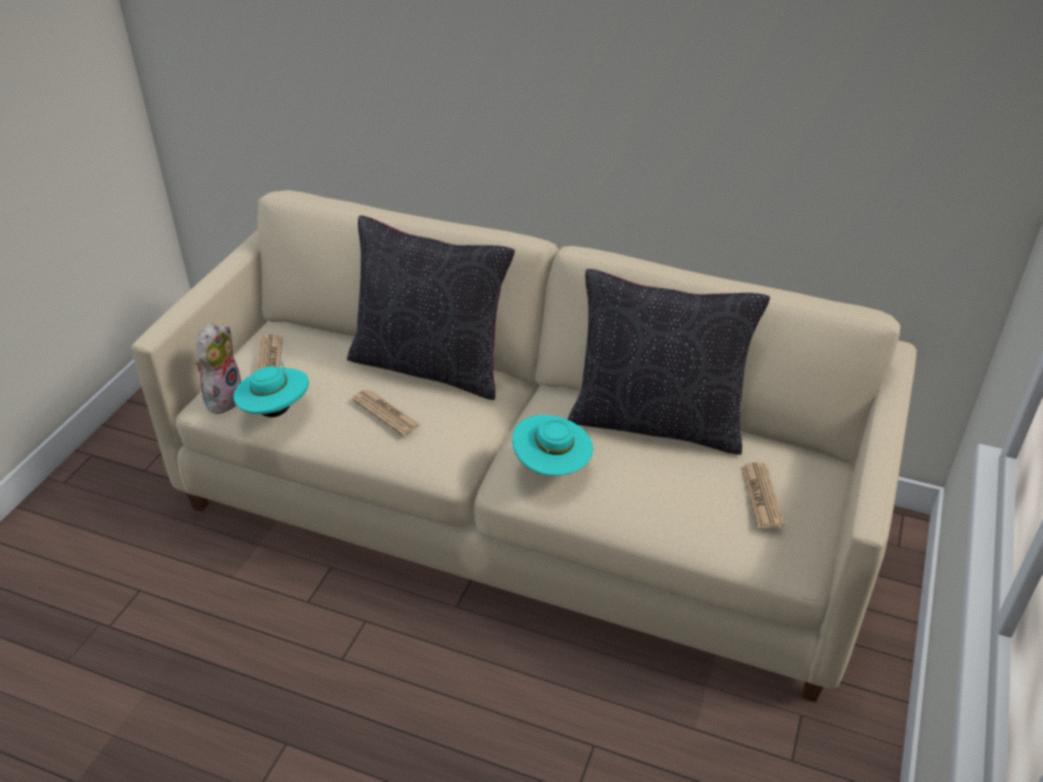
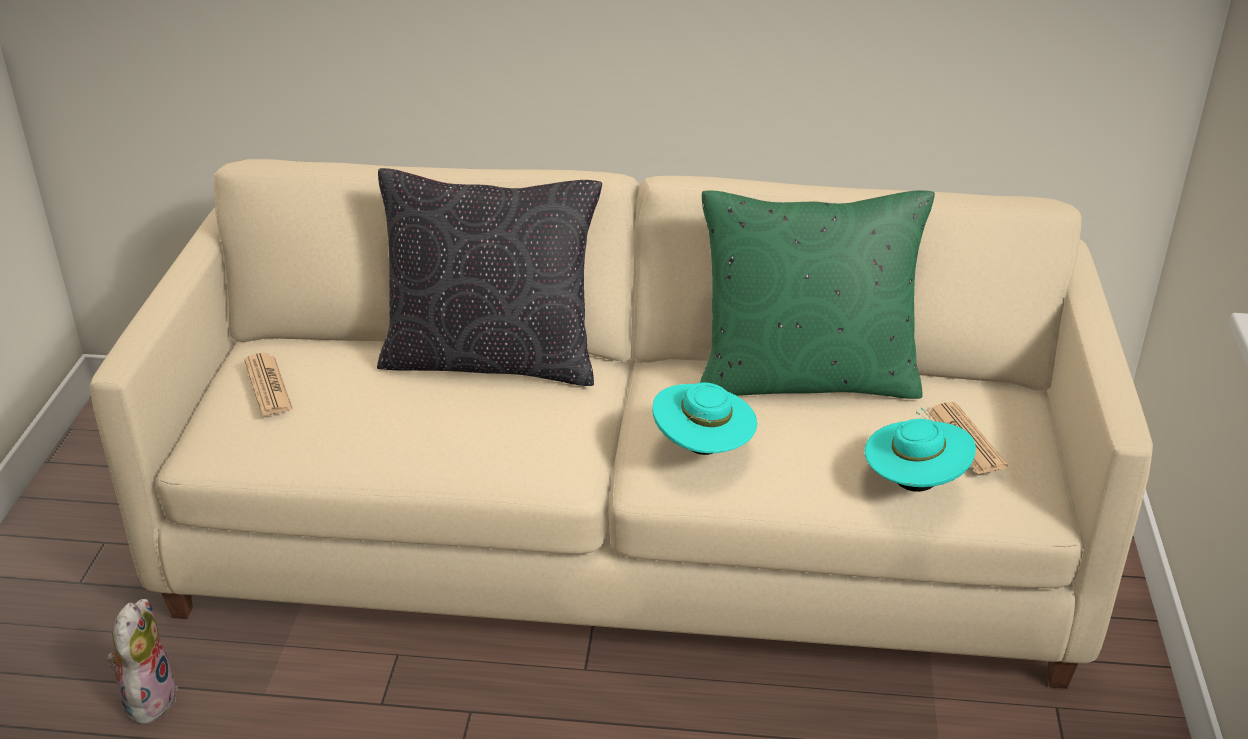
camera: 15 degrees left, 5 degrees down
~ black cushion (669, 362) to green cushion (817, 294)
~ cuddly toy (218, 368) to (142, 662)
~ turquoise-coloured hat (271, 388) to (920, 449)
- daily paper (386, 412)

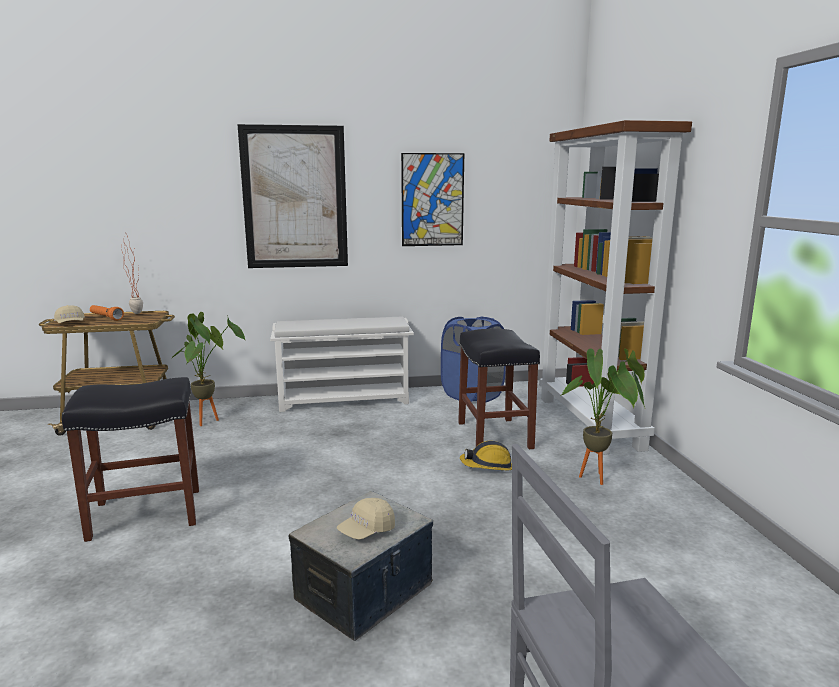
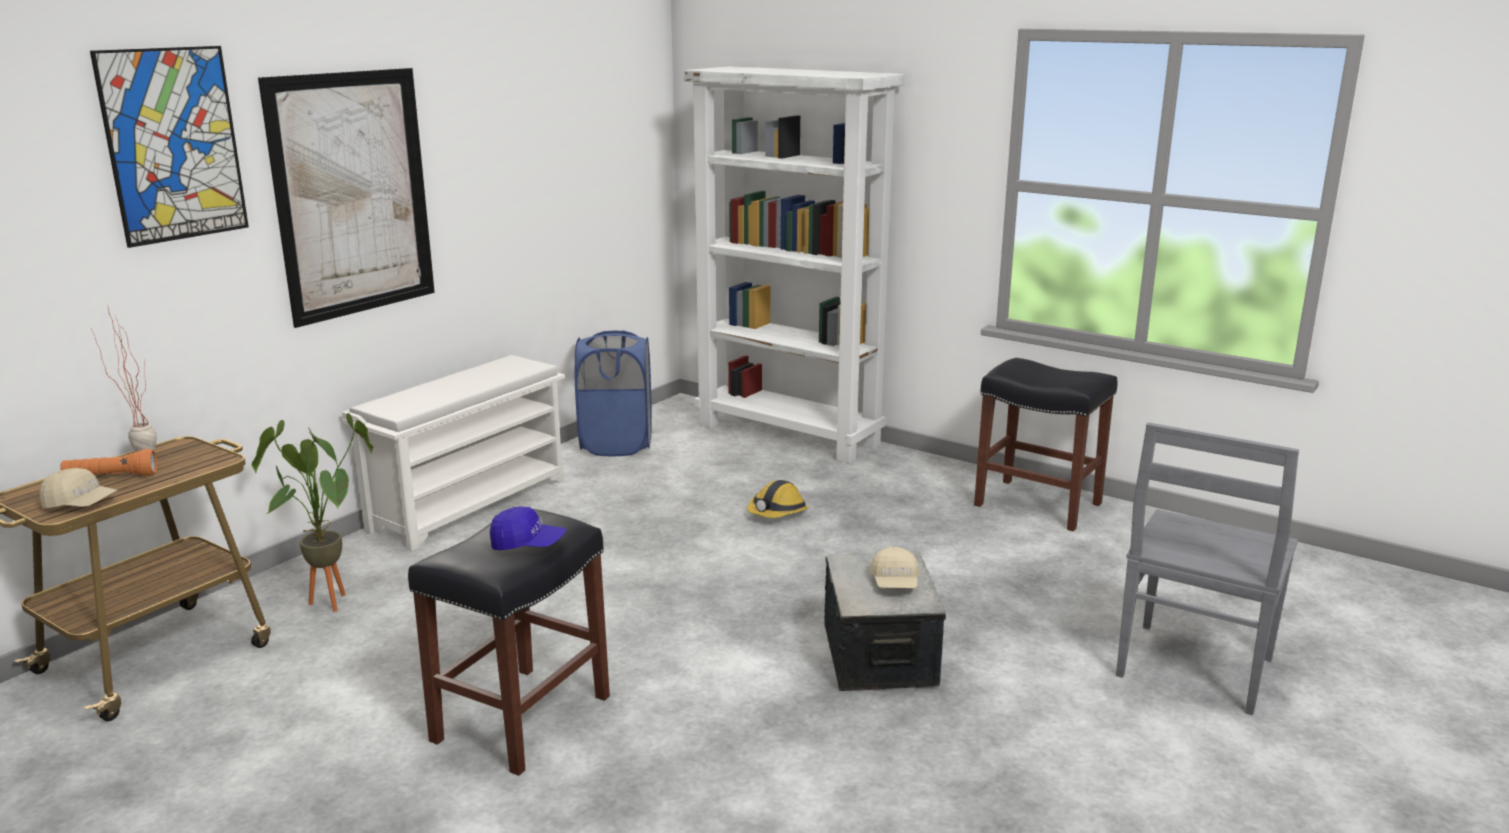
camera: 45 degrees left, 5 degrees up
~ brownish bookshelf (615, 287) to white bookshelf (794, 265)
~ wall art (432, 199) to (169, 147)
~ black stool seat (499, 389) to (1046, 444)
- houseplant (602, 417)
+ blue-coloured cap (528, 528)

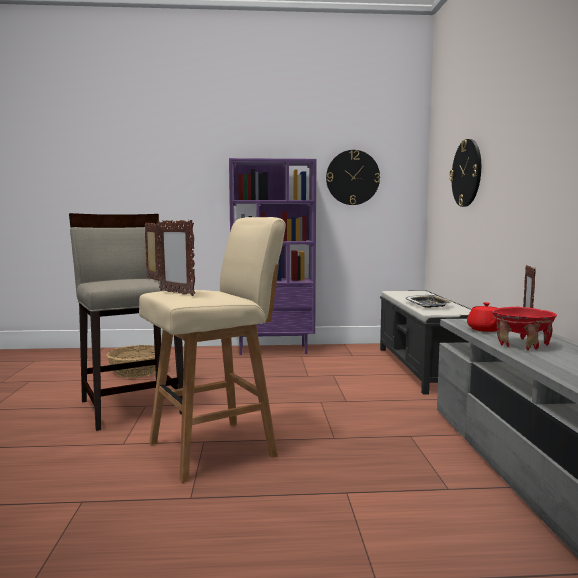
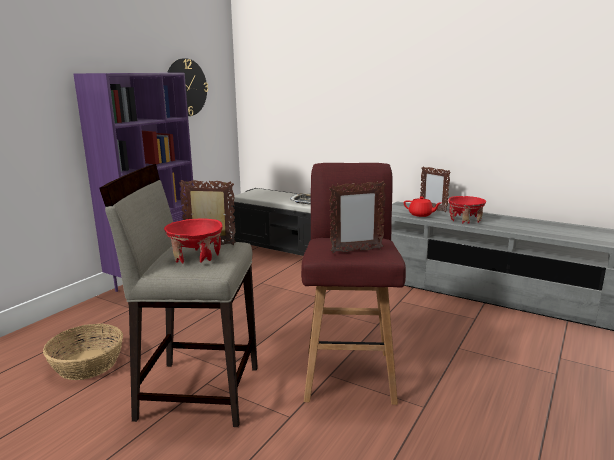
camera: 55 degrees left, 10 degrees up
- hanging clock (465, 173)
~ sand-coloured stool seat (212, 350) to reddish stool seat (353, 284)
+ reddish deep dish (193, 241)

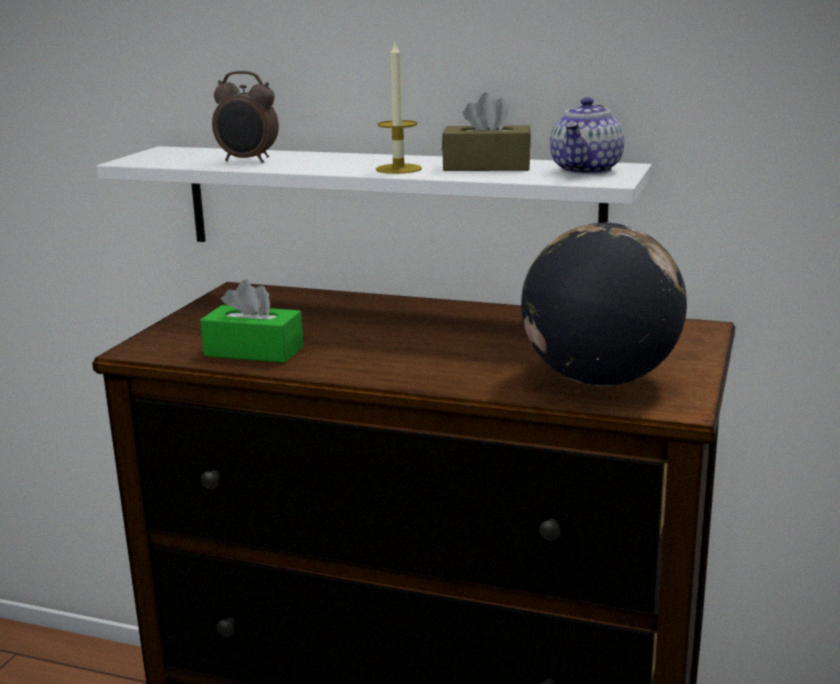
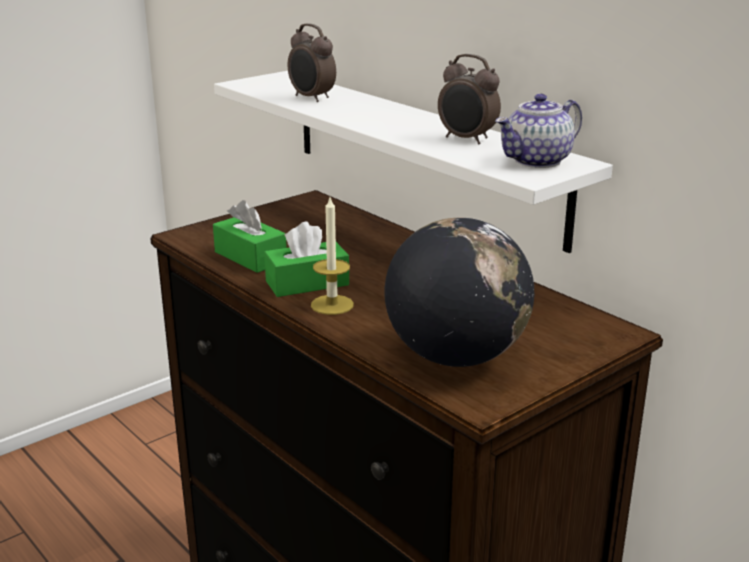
camera: 30 degrees right, 5 degrees up
~ wax candle (399, 107) to (332, 256)
~ brownish tissue box (486, 131) to alarm clock (469, 99)
+ green tissue box (306, 259)

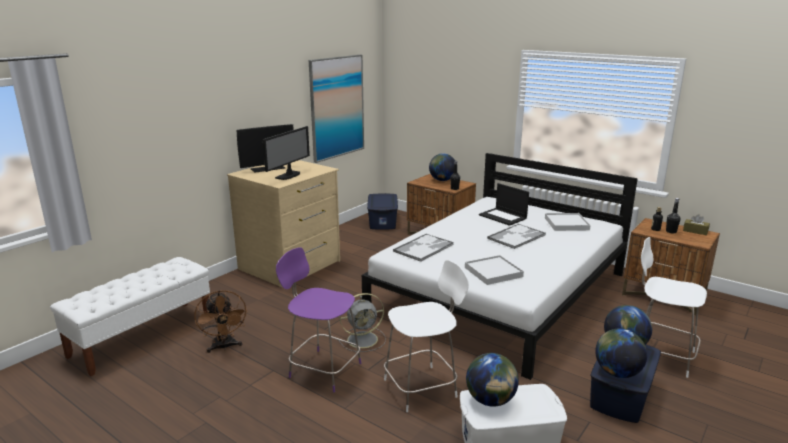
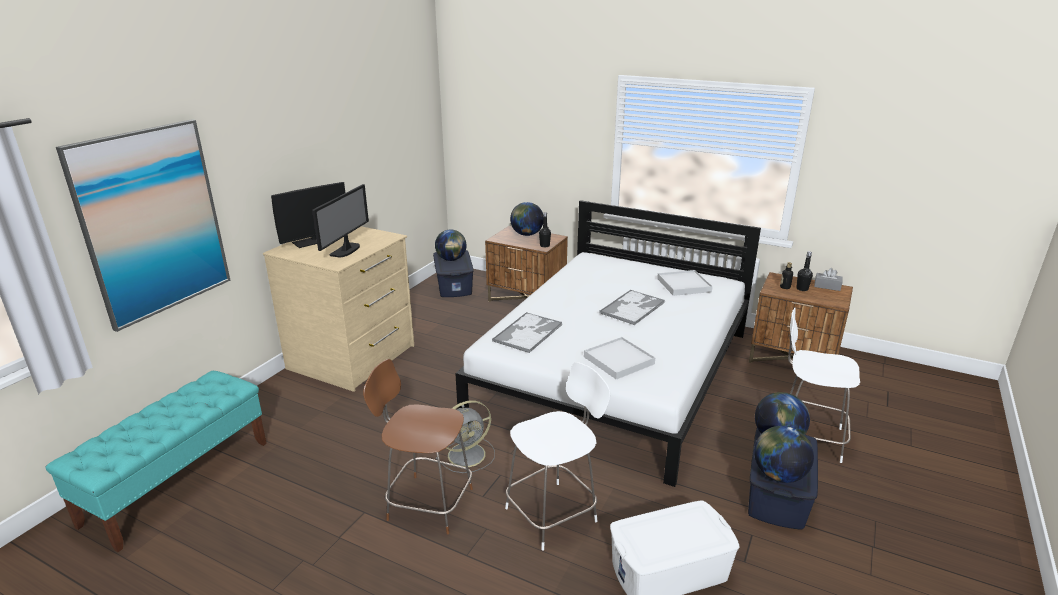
camera: 10 degrees left, 5 degrees up
~ wall art (336, 109) to (143, 225)
- notebook computer (504, 204)
~ brownish tissue box (696, 224) to greyish tissue box (828, 279)
~ purple upright chair (318, 320) to brownish upright chair (418, 447)
~ white bench (130, 316) to turquoise-coloured bench (156, 461)
- brownish fan (220, 321)
~ world globe (492, 380) to (450, 245)

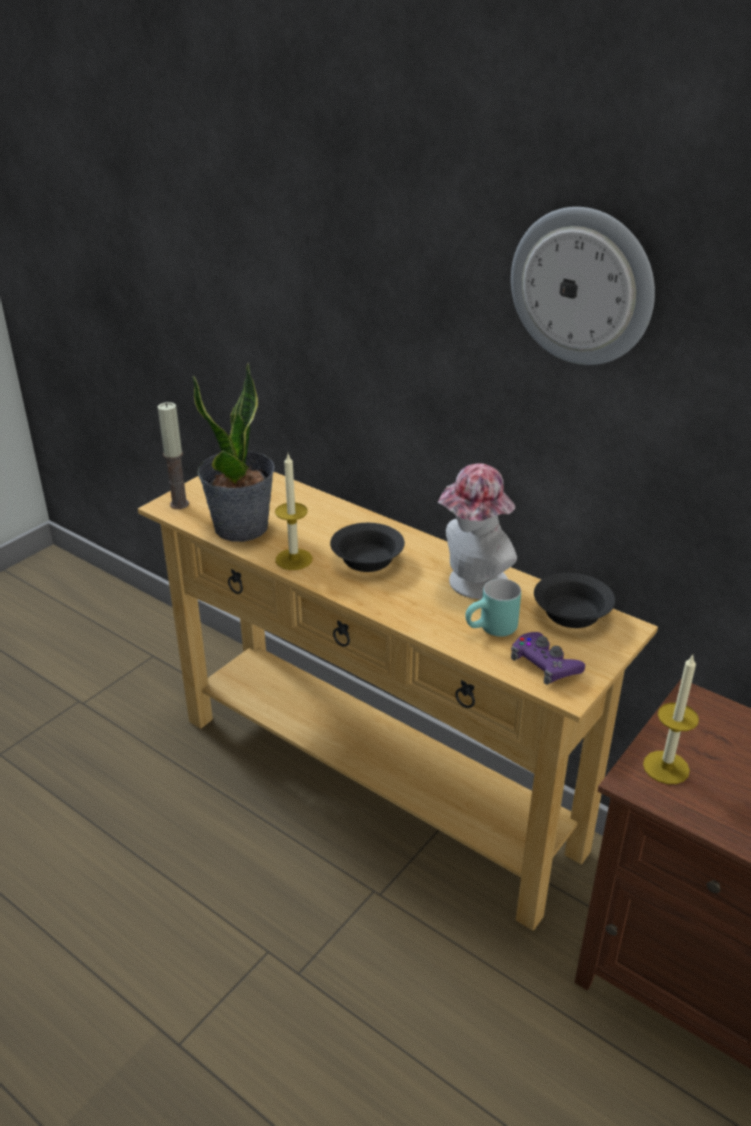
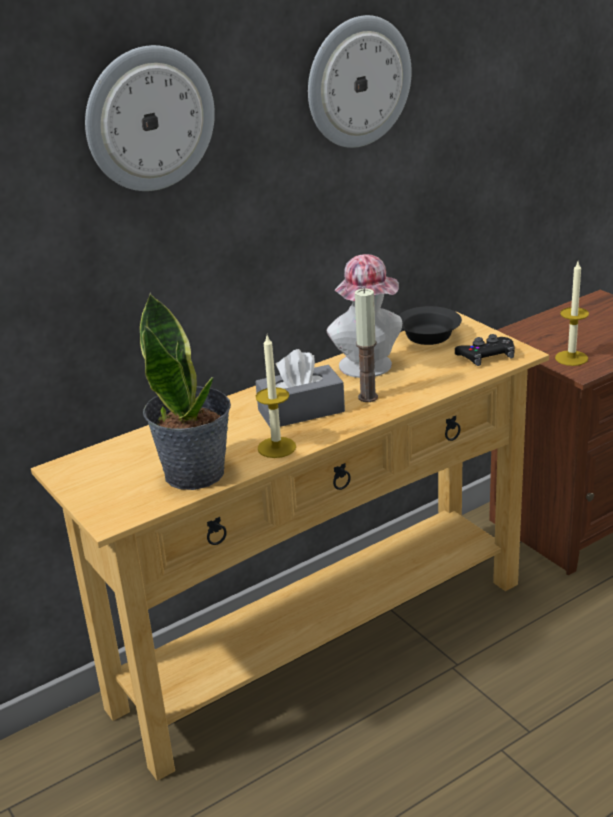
camera: 70 degrees left, 5 degrees down
~ wax candle (173, 455) to (366, 345)
~ black deep dish (367, 547) to greyish tissue box (300, 388)
- turquoise-coloured mug (493, 607)
~ purple joypad (548, 658) to black joypad (485, 350)
+ hanging clock (150, 118)

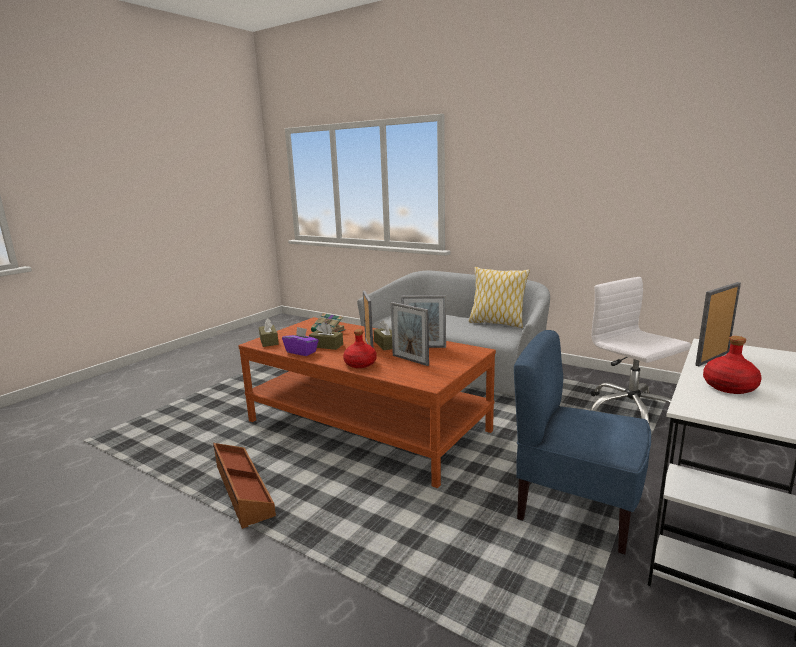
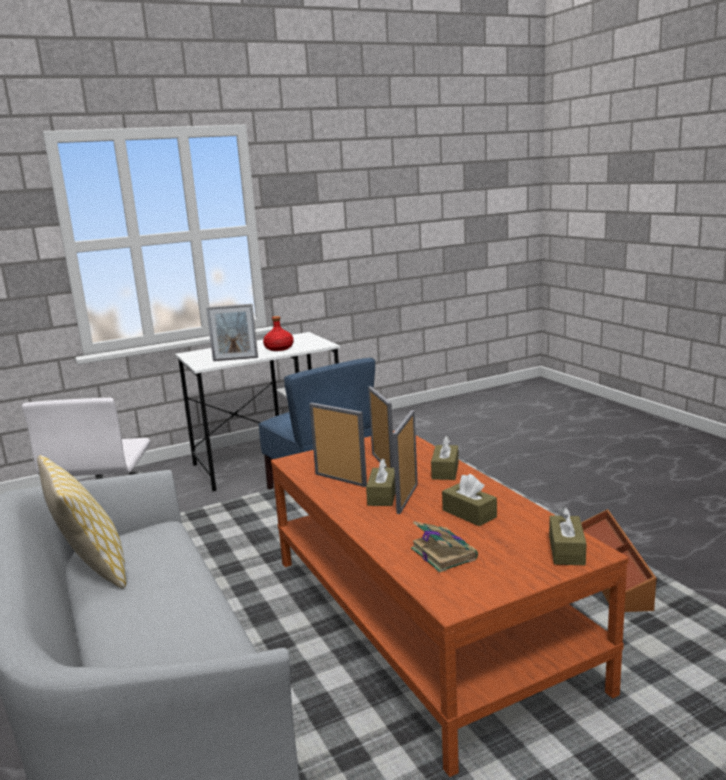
camera: 150 degrees left, 0 degrees up
- purple tissue box (300, 341)
~ reddish beverage bottle (360, 348) to brownish tissue box (445, 458)

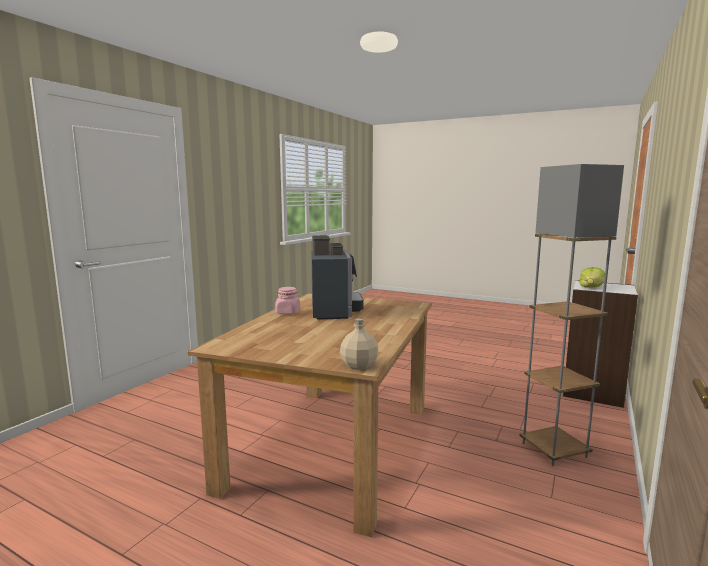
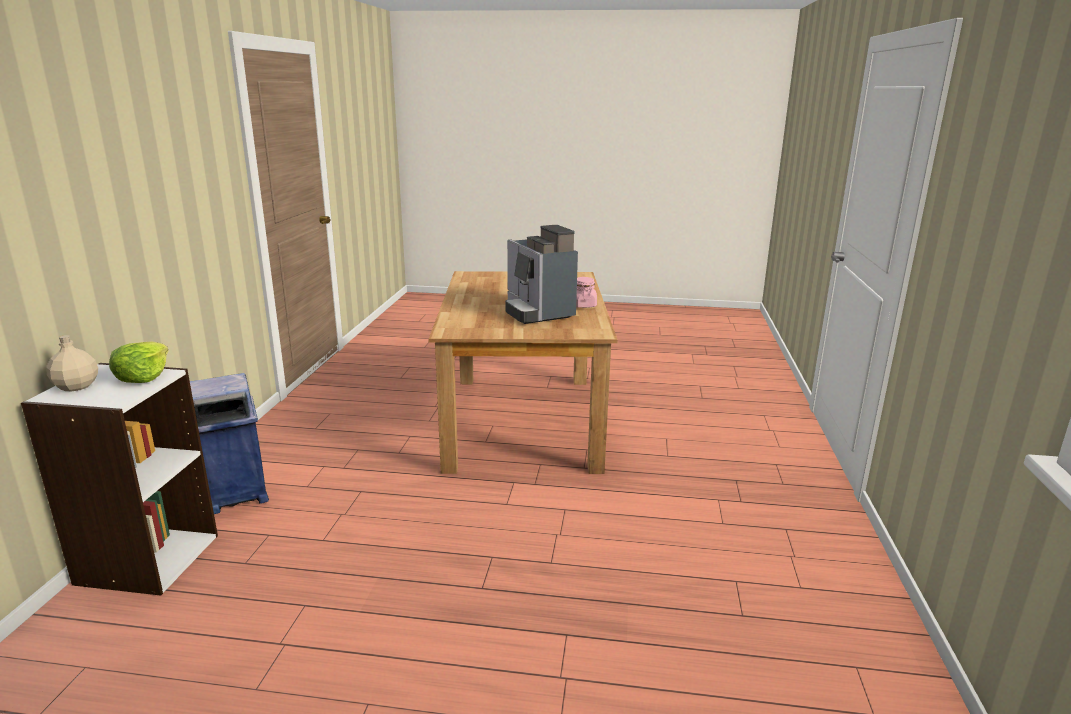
camera: 160 degrees right, 10 degrees up
- greyish standard lamp (572, 315)
~ sand-coloured beverage bottle (359, 344) to (72, 363)
+ blue-coloured trash can (229, 443)

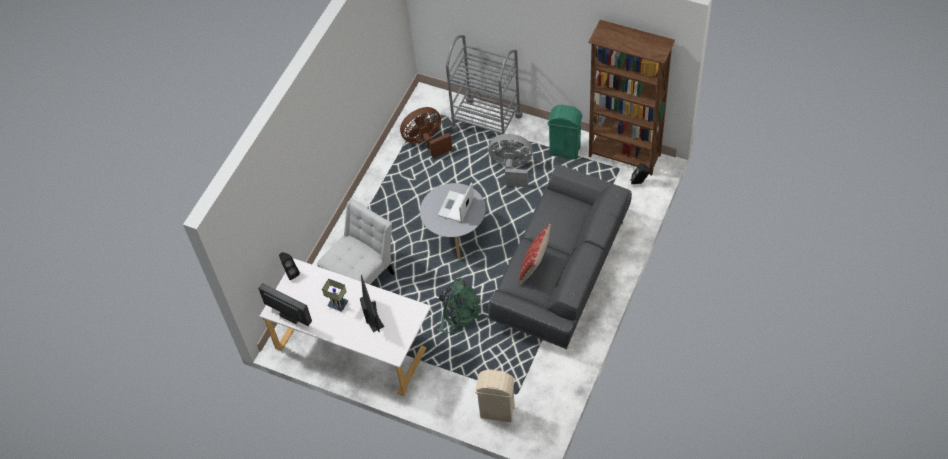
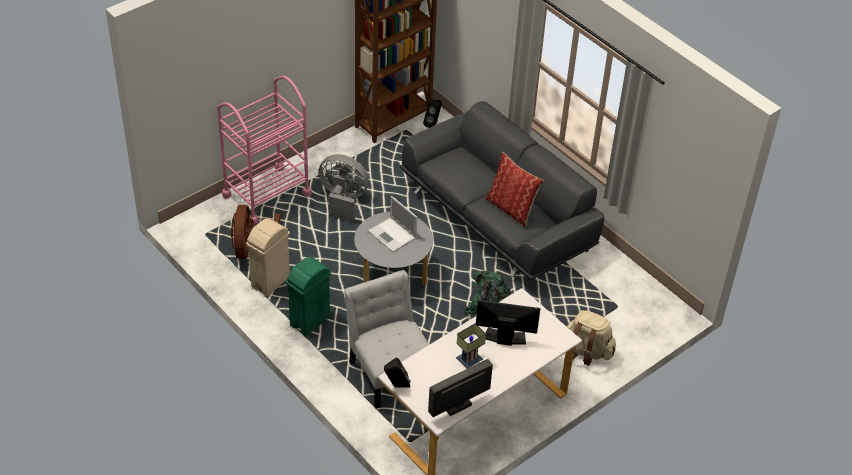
camera: 70 degrees left, 10 degrees down
~ greyish trolley (484, 91) to pinkish trolley (264, 150)
~ green trash can (565, 132) to (308, 296)
~ greyish fan (510, 160) = (344, 188) 75 degrees clockwise
~ sand-coloured trash can (495, 395) to (268, 257)
+ sand-coloured backpack (591, 338)

